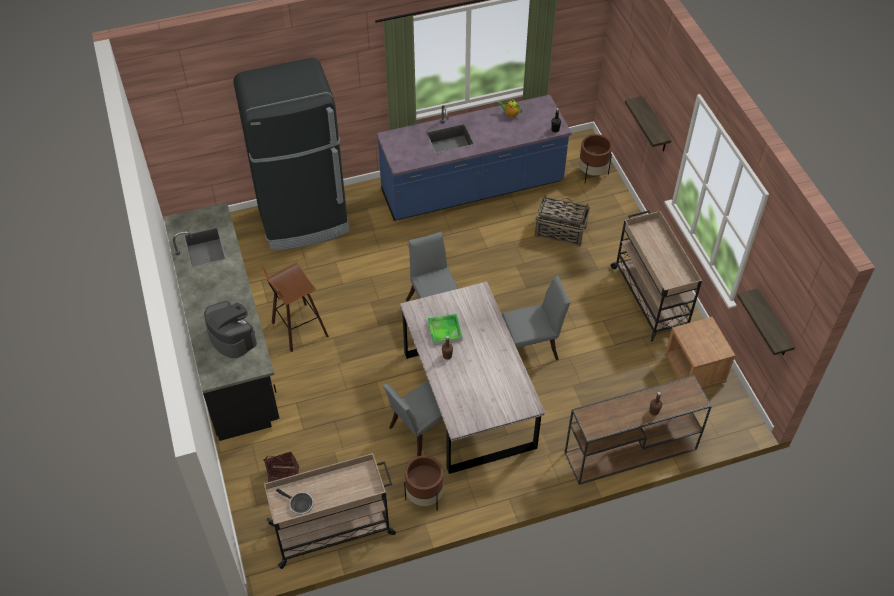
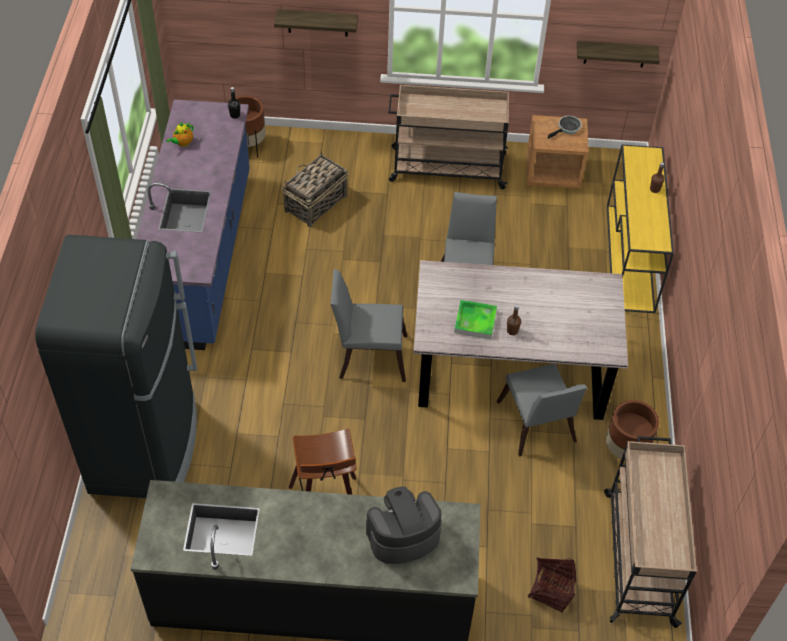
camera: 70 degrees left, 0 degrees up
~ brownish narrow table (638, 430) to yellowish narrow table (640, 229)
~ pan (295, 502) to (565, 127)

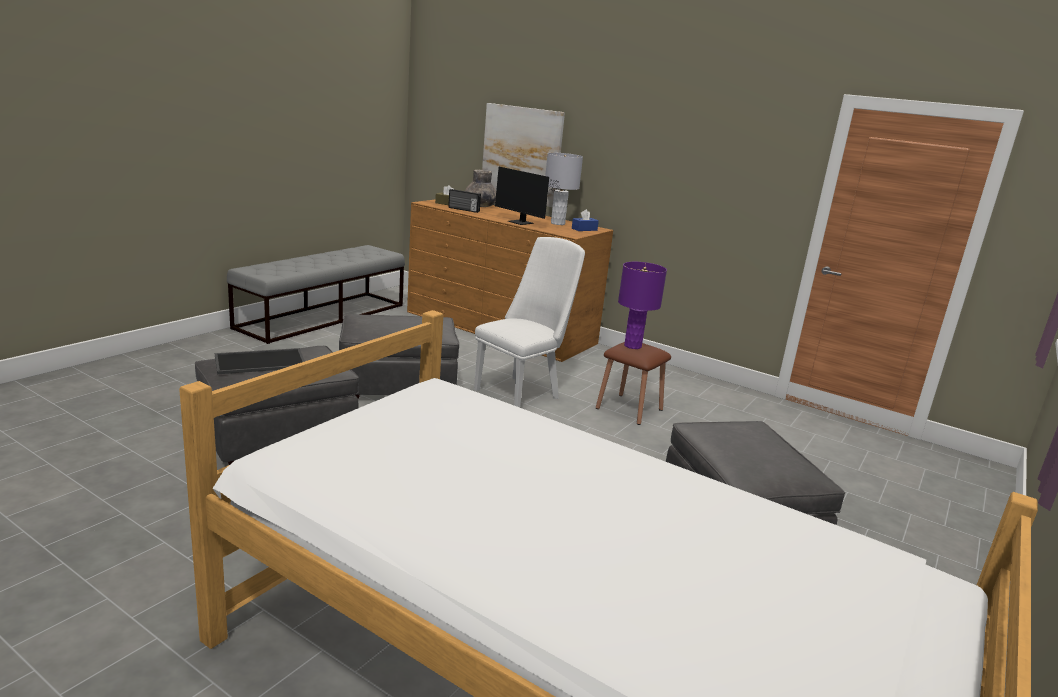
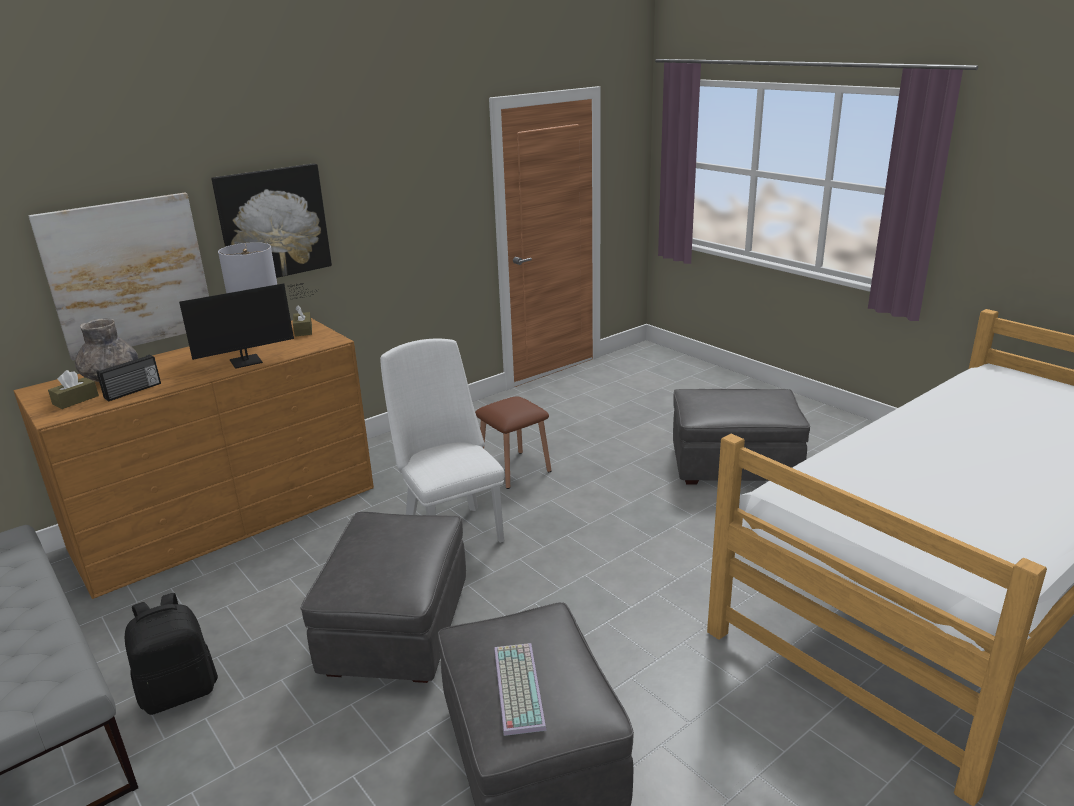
camera: 70 degrees left, 5 degrees up
~ blue-coloured tissue box (585, 220) to brownish tissue box (302, 321)
- purple lamp for a table (642, 305)
~ carrying tray (260, 361) to computer keyboard (520, 689)
+ wall art (271, 220)
+ black backpack (171, 654)

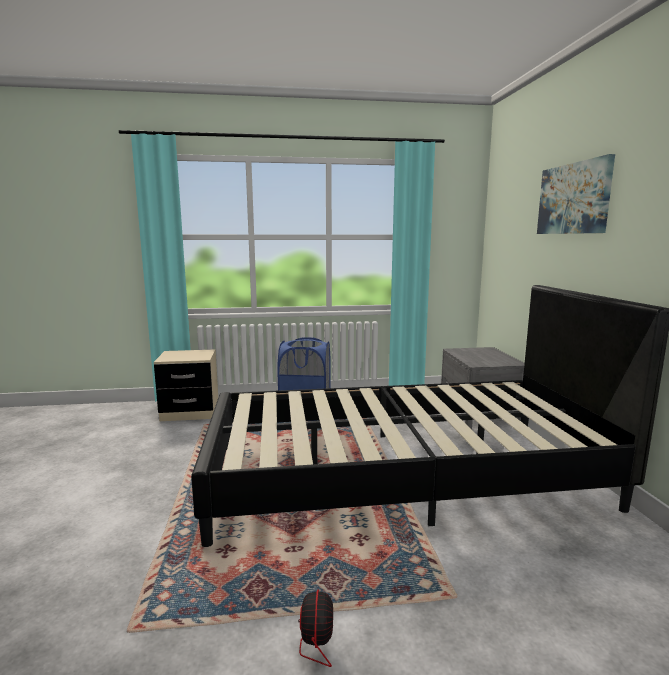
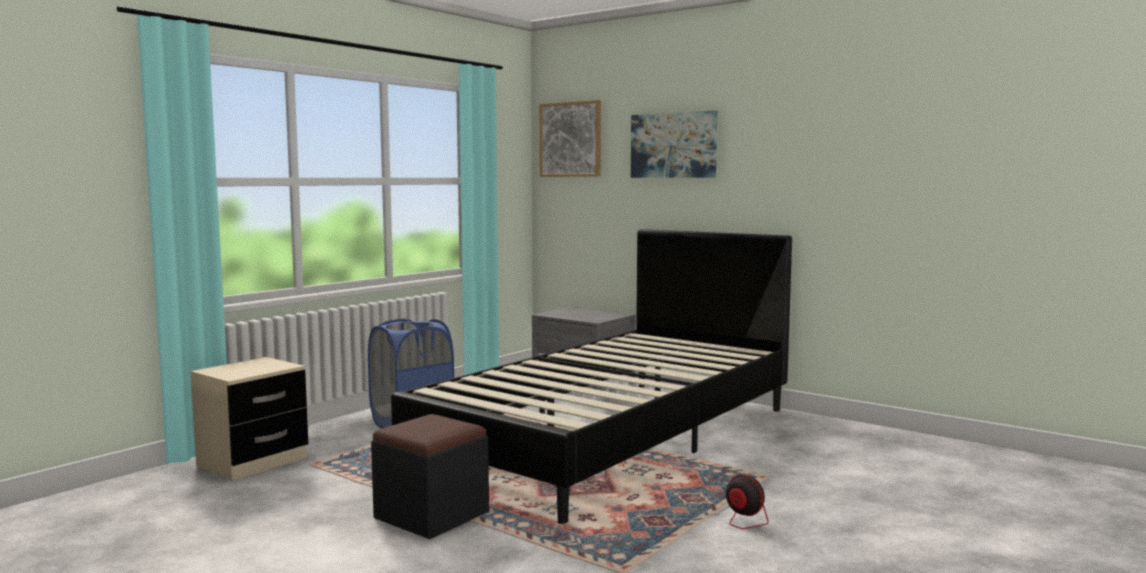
camera: 45 degrees left, 5 degrees down
+ wall art (570, 138)
+ black footrest (430, 476)

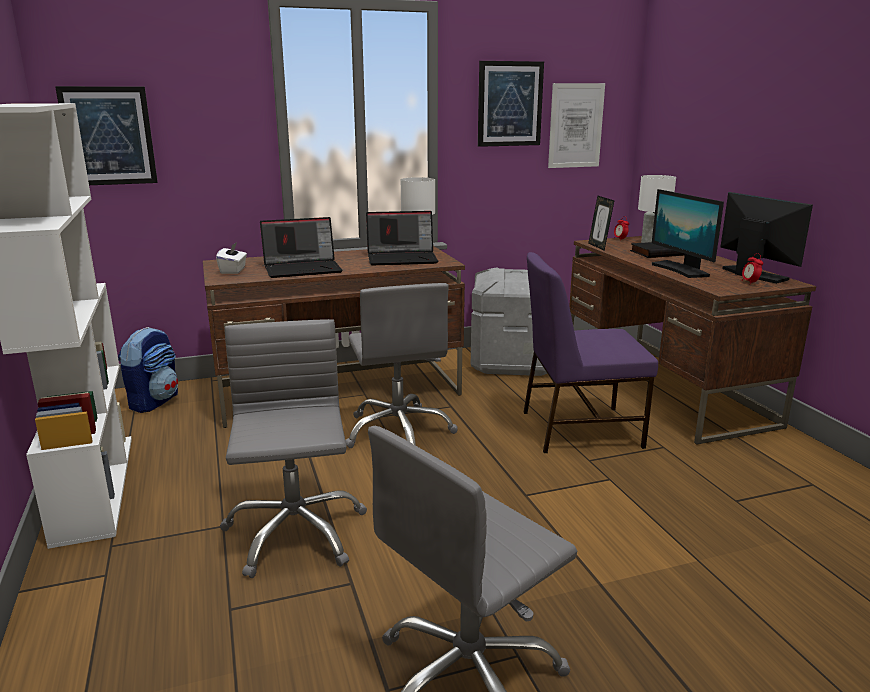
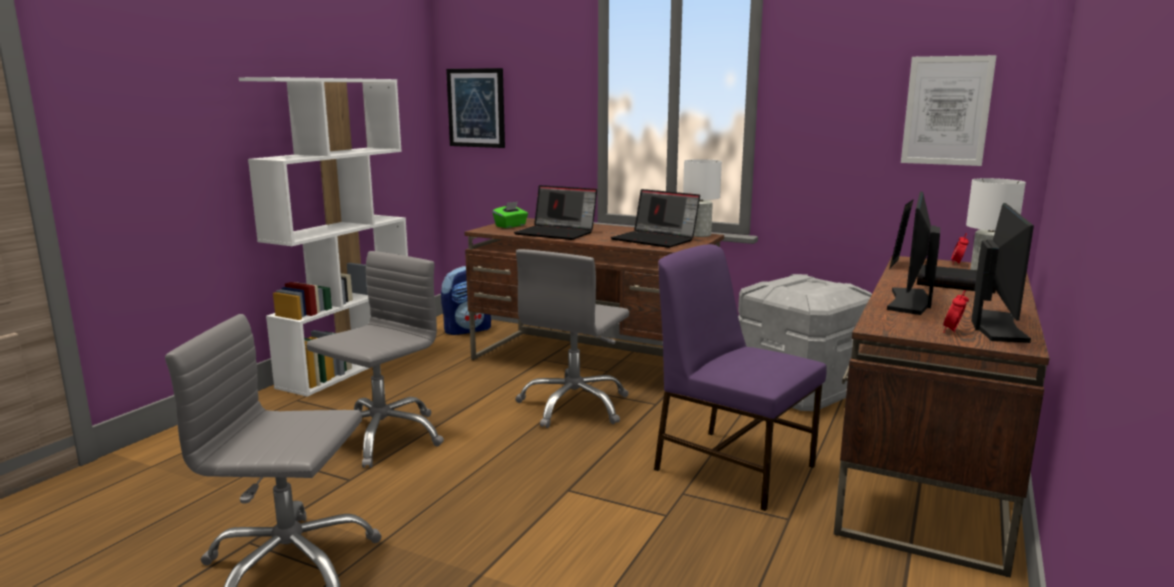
camera: 45 degrees right, 5 degrees down
- wall art (511, 104)
~ white tissue box (231, 258) to green tissue box (510, 214)

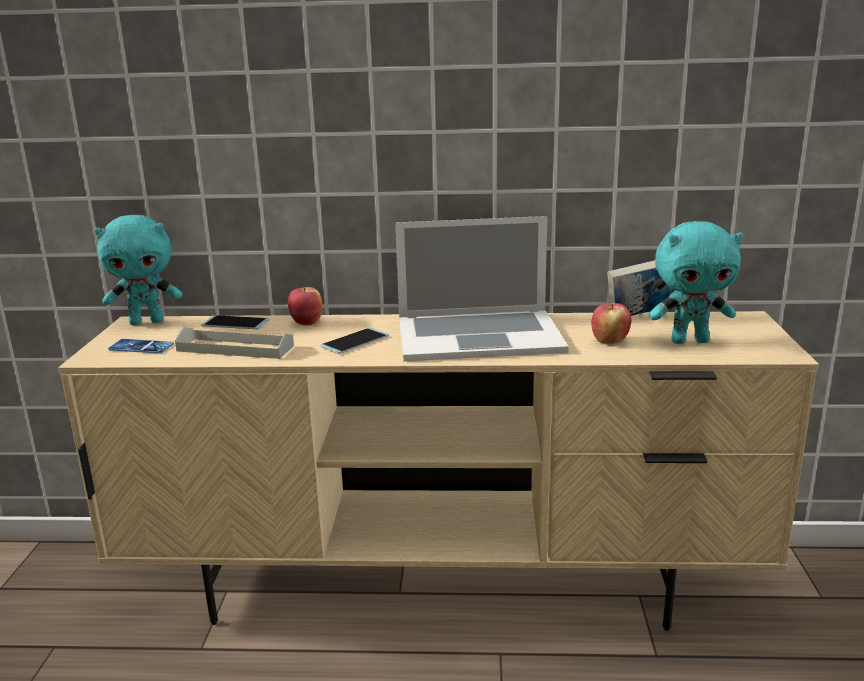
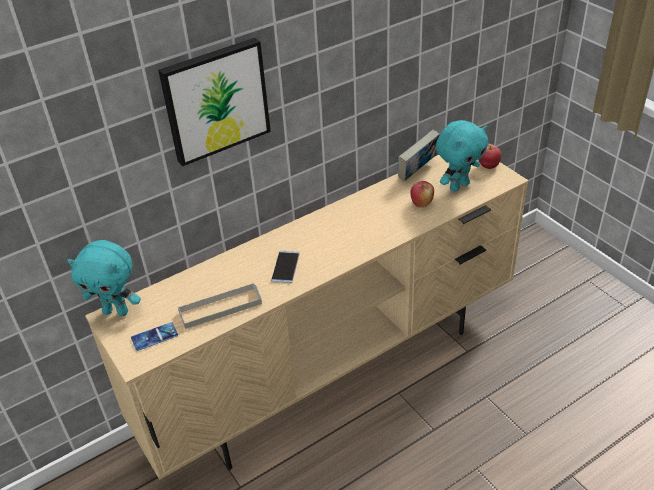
camera: 35 degrees left, 20 degrees up
~ turquoise-coloured cuddly toy (138, 270) = (104, 278) 60 degrees clockwise
- notebook computer (482, 288)
~ apple fruit (305, 306) to (490, 156)
- telephone (235, 322)
+ wall art (214, 102)

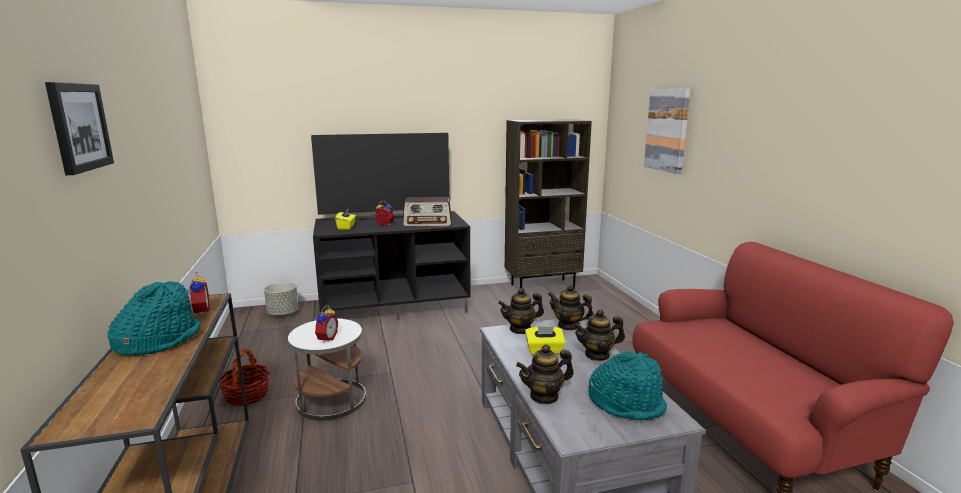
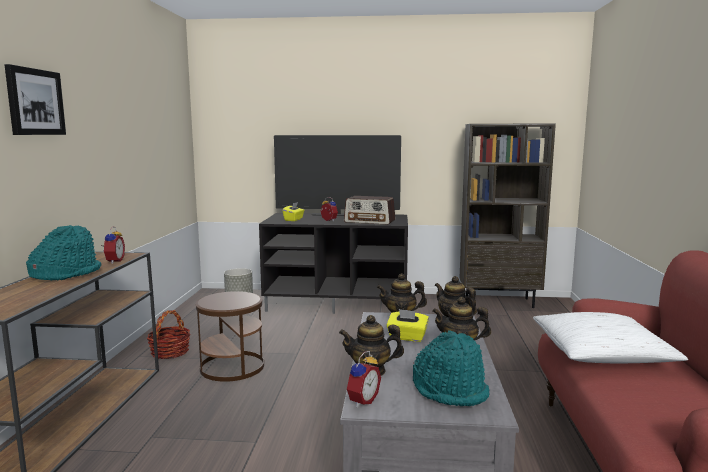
camera: 20 degrees right, 5 degrees down
- wall art (667, 131)
~ alarm clock (326, 324) to (364, 379)
~ white end table (327, 369) to brownish end table (229, 336)
+ white cushion (610, 337)

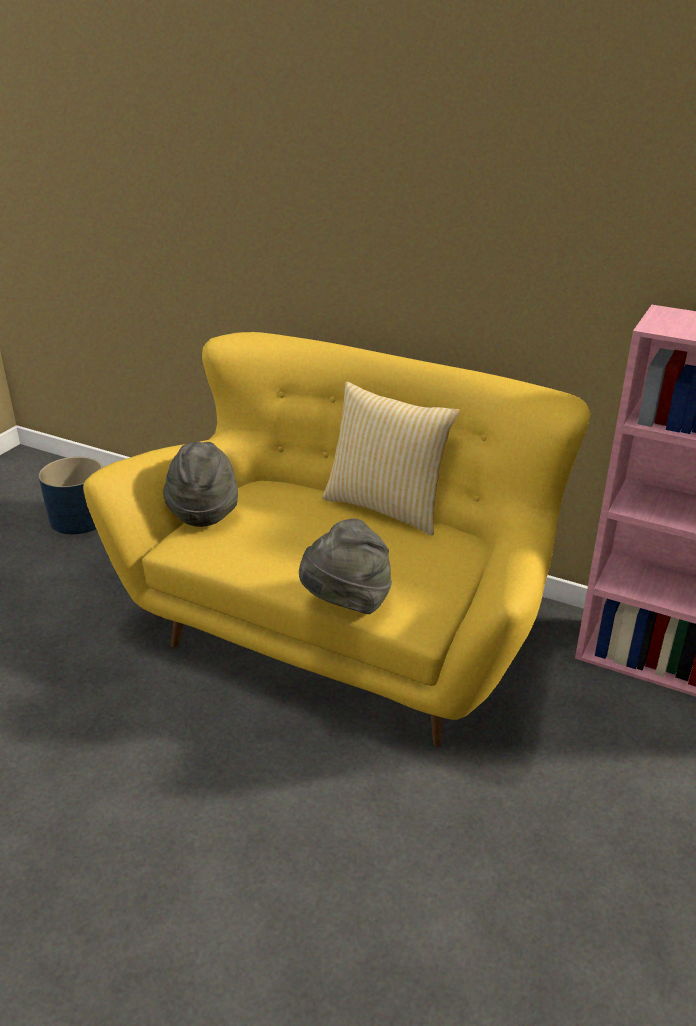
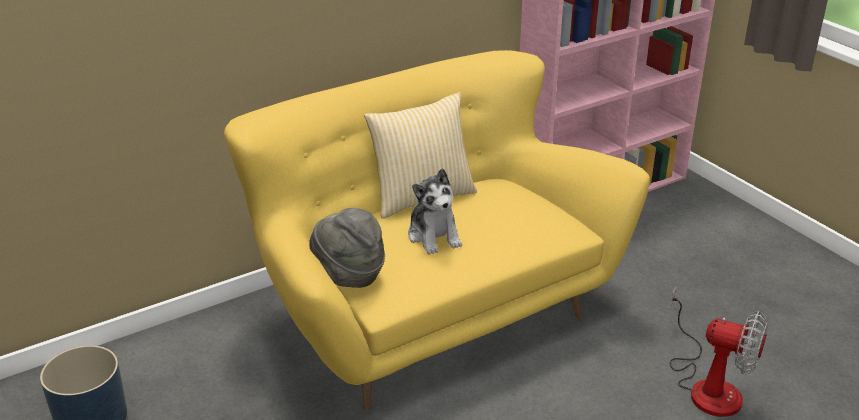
camera: 60 degrees left, 0 degrees up
- greyish hat (345, 566)
+ cuddly toy (435, 211)
+ fan (719, 352)

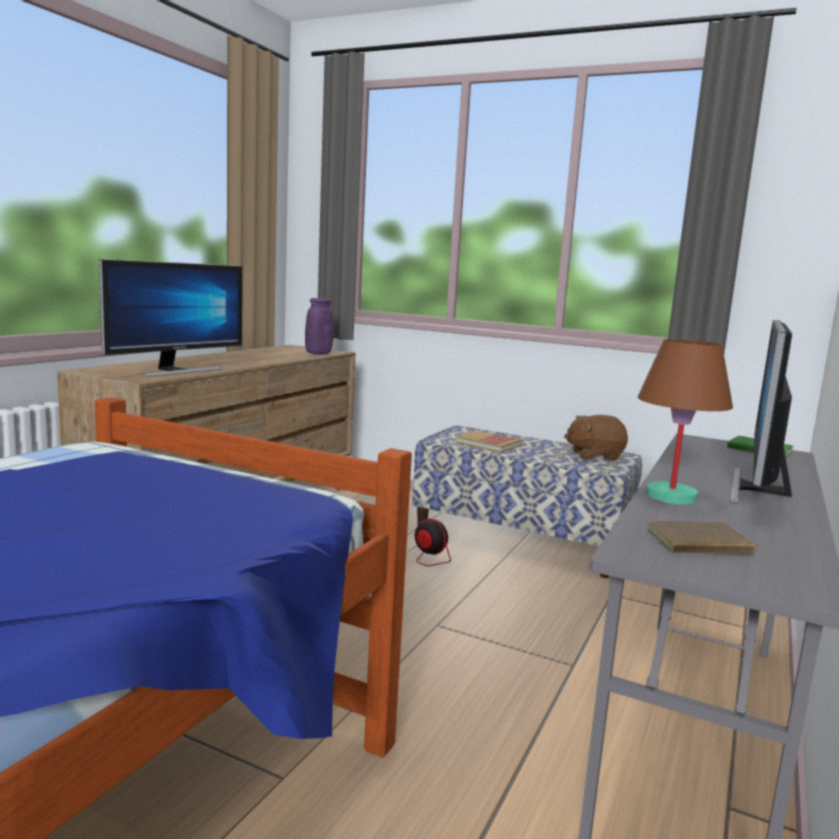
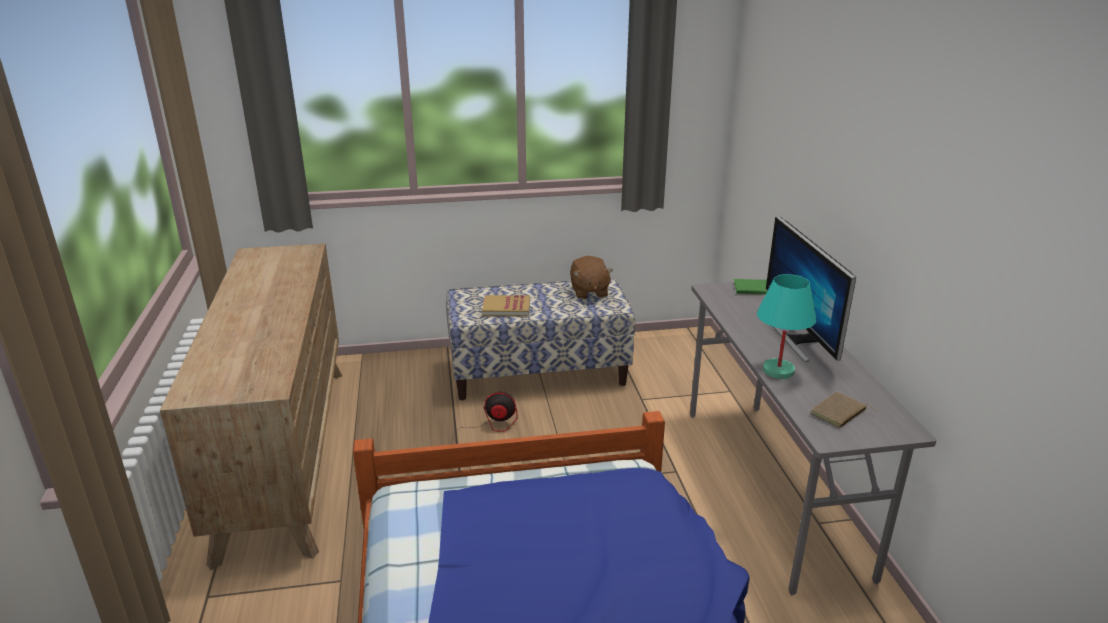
camera: 35 degrees left, 15 degrees up
- monitor (170, 318)
- purple vase (319, 326)
~ brownish lamp for a table (685, 421) to turquoise-coloured lamp for a table (787, 326)
~ brownish cuddly toy (596, 438) = (591, 277) 60 degrees counterclockwise

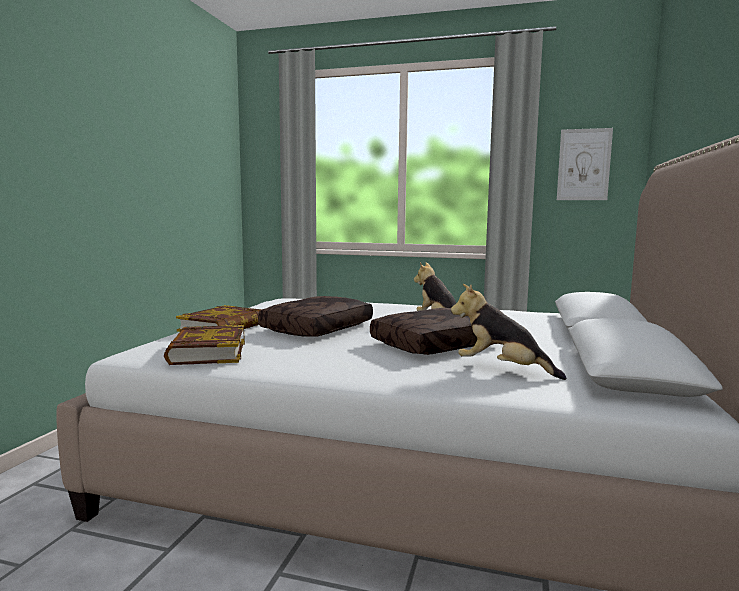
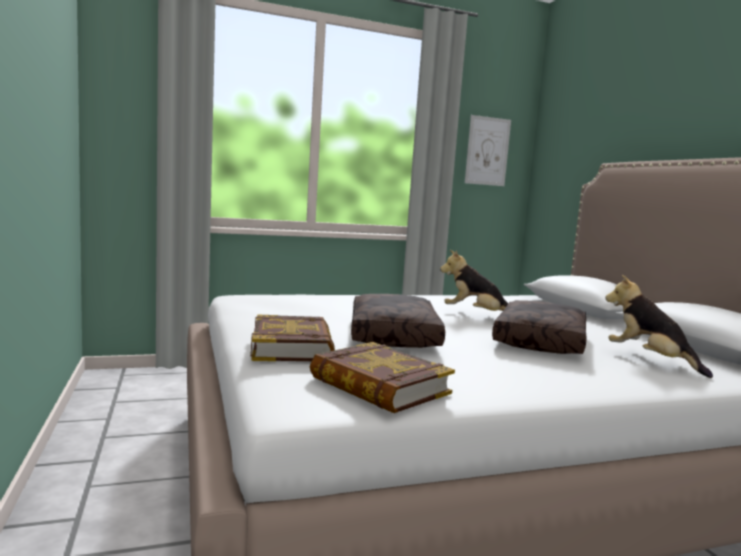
camera: 35 degrees left, 0 degrees up
~ cuddly toy (508, 332) = (659, 326) 60 degrees clockwise

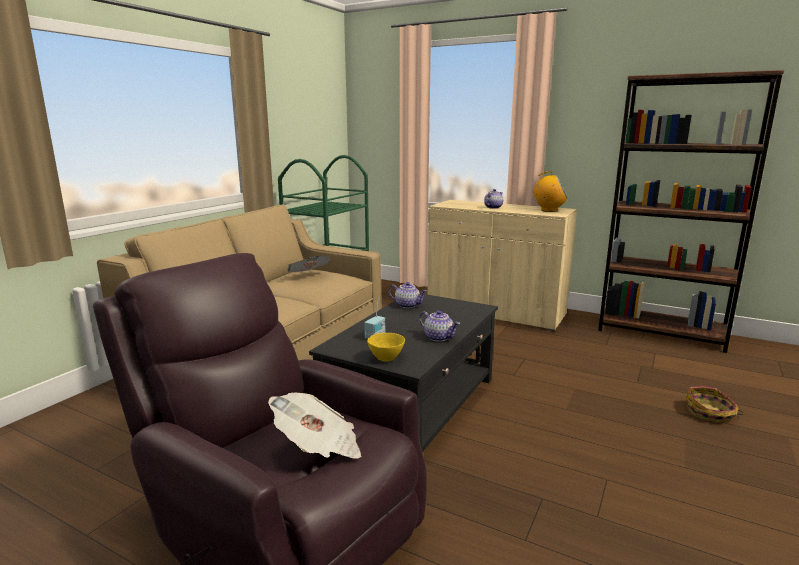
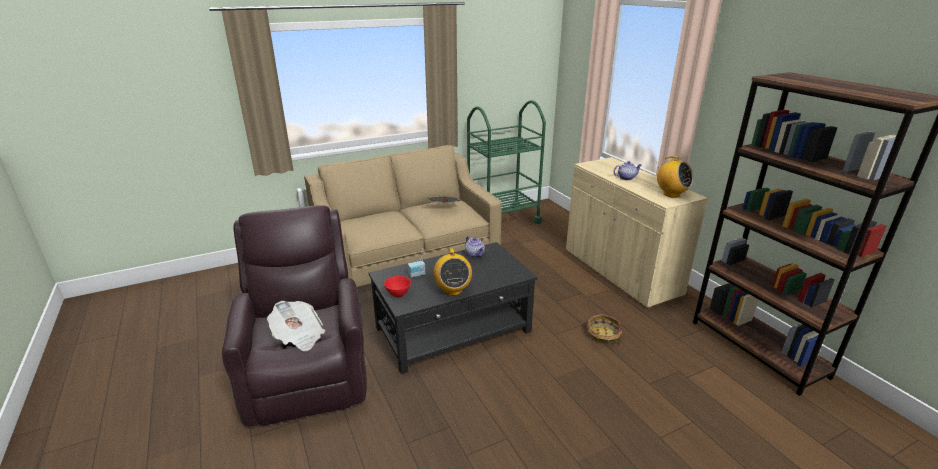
camera: 35 degrees right, 10 degrees up
~ teapot (439, 326) to radio receiver (452, 272)
~ yellowish deep dish (386, 347) to reddish deep dish (397, 286)
~ basket (715, 404) to (604, 329)

